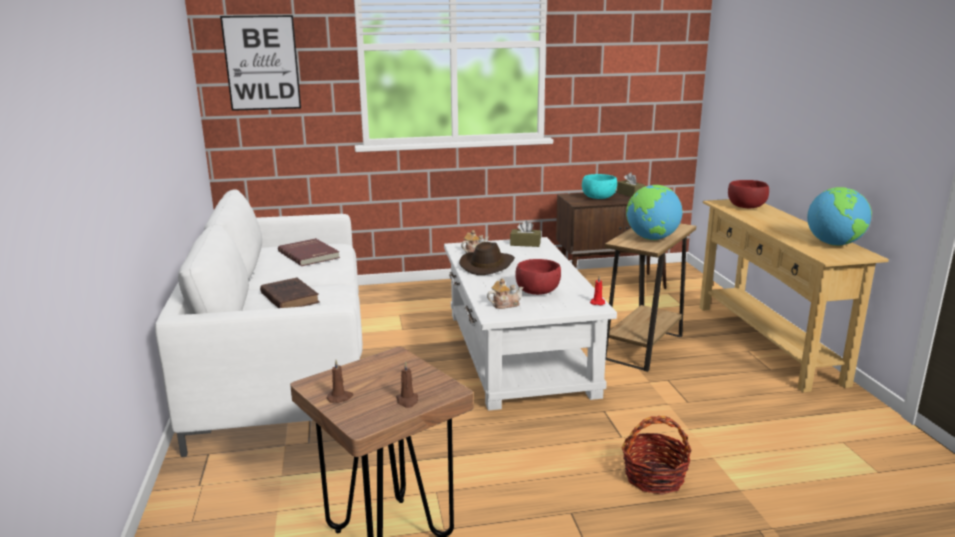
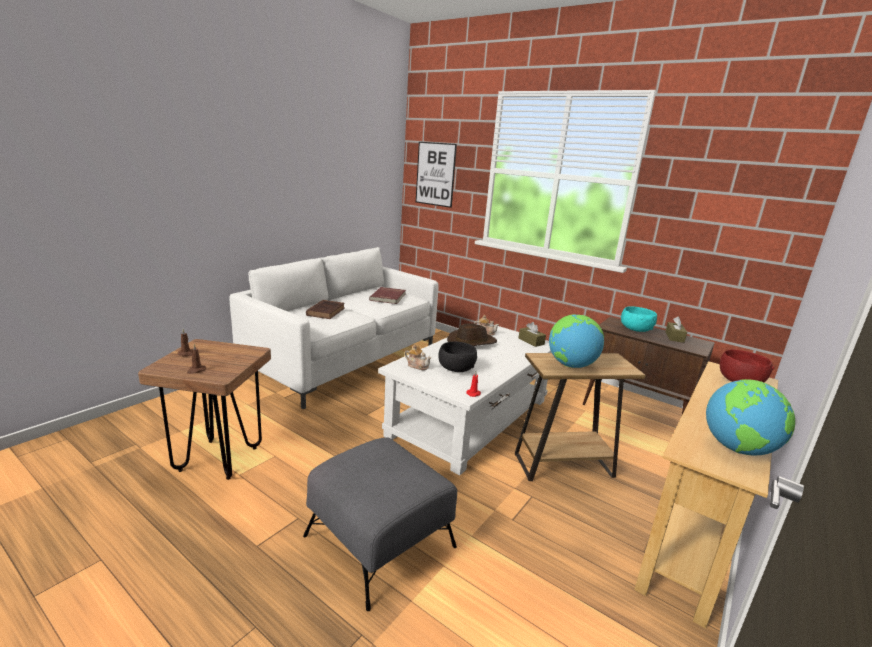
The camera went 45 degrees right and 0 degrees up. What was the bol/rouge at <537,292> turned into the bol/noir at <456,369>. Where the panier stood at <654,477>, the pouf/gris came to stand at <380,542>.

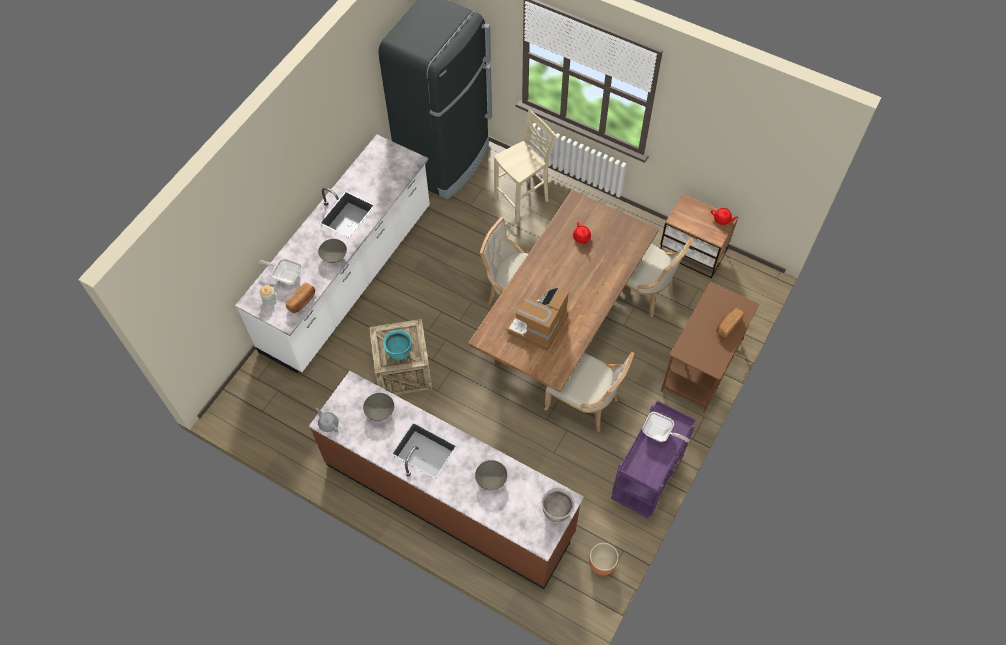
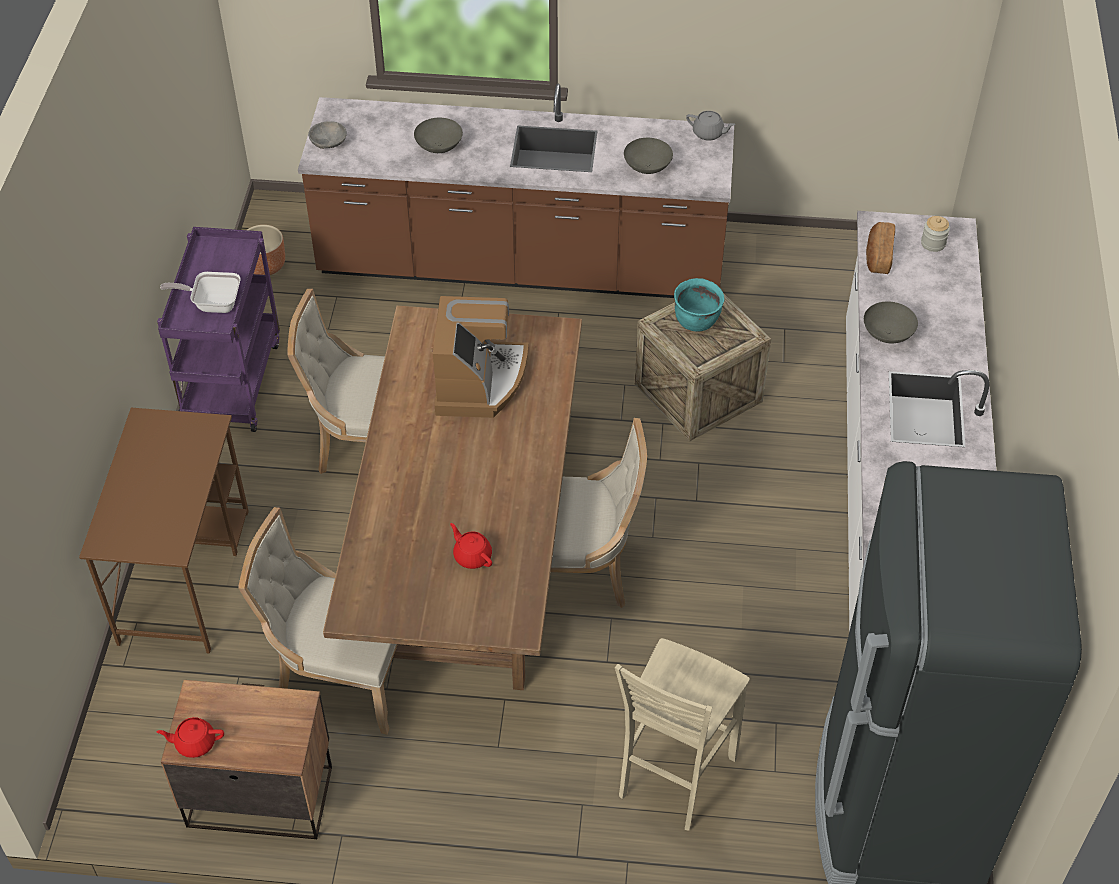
The camera went 155 degrees right and 10 degrees down. The second view lost the poêle at <286,275>. The second view lost the pain at <728,325>. Where the marmite/marron stood at <557,511>, the bol/gris came to stand at <329,144>.

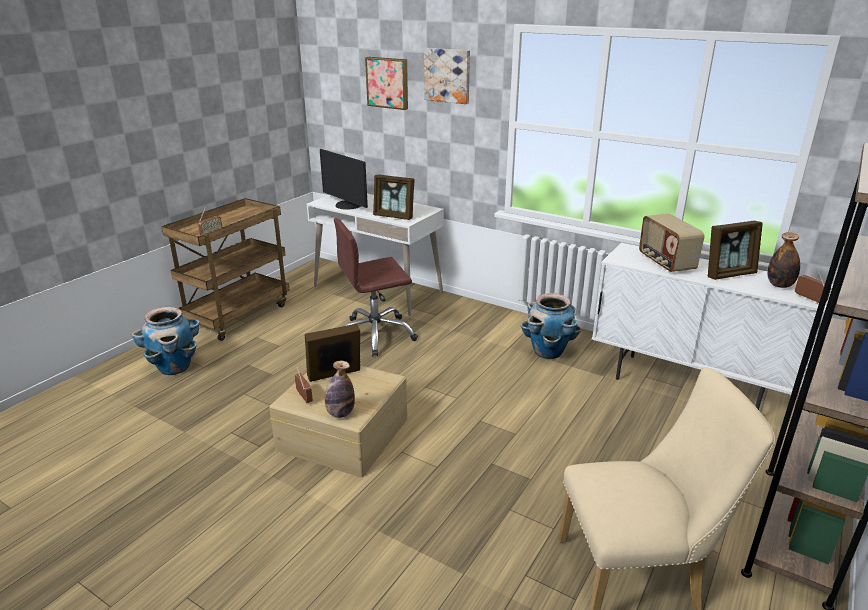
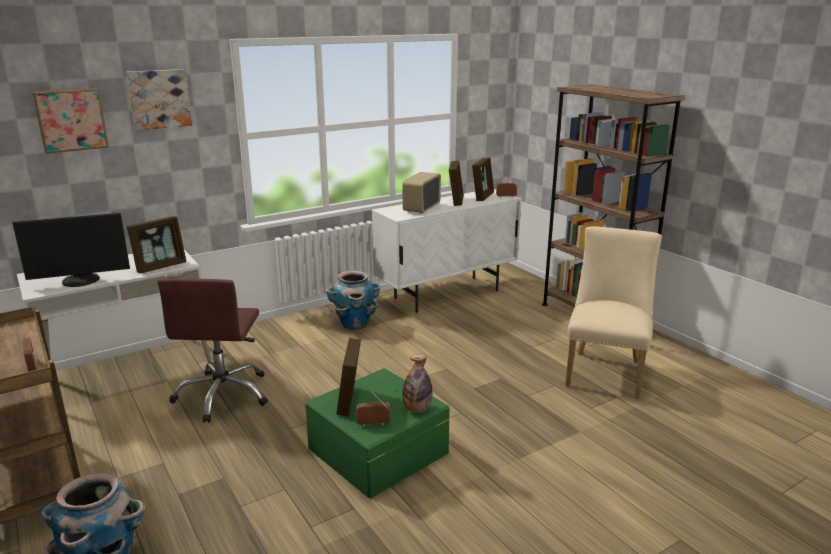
The camera went 65 degrees left and 5 degrees down. The radio at <665,263> ended up facing another way, 105 degrees clockwise from before. Where the bouteille stood at <779,285>, the cadre photo came to stand at <482,196>. What was the boîte de rangement/beige at <342,433> turned into the boîte de rangement/vert at <377,450>.

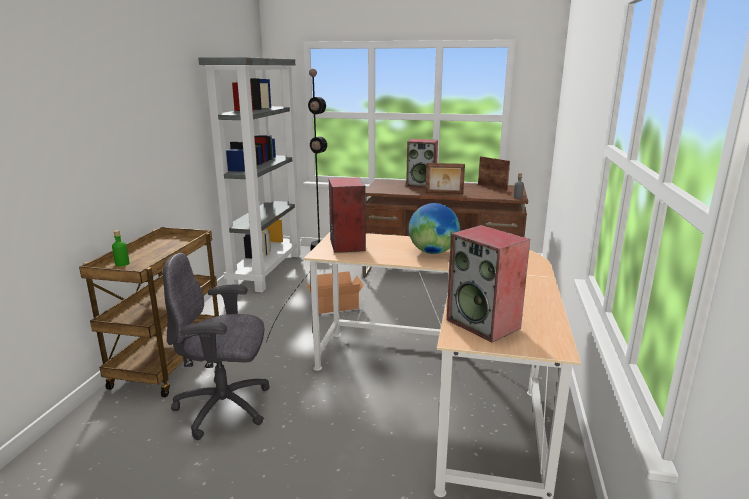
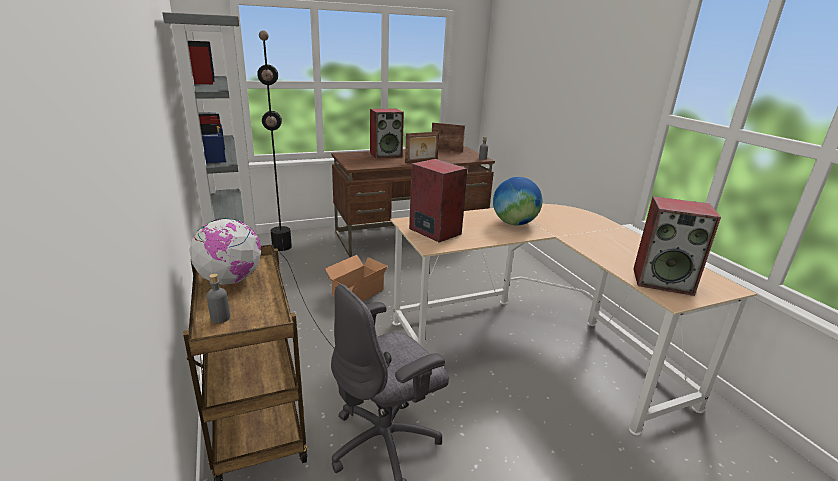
The camera went 35 degrees left and 5 degrees up. What was the bouteille/vert at <122,264> turned into the bouteille/gris at <220,318>. The second view gained the globe at <230,280>.

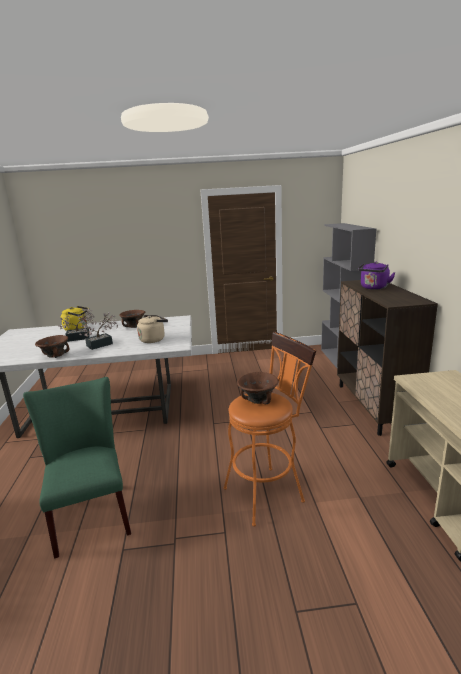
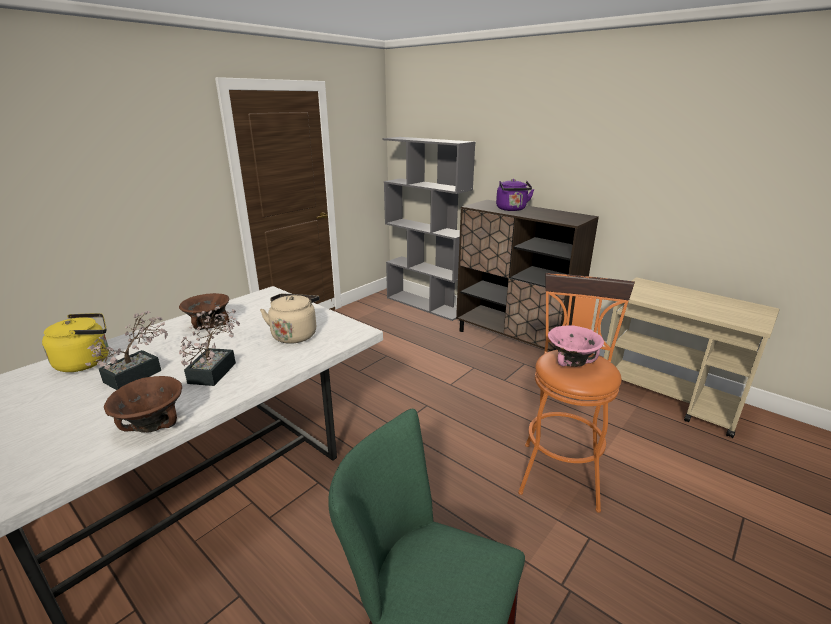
The camera went 45 degrees left and 5 degrees up. What was the bol/marron at <258,400> turned into the bol/rose at <571,361>.

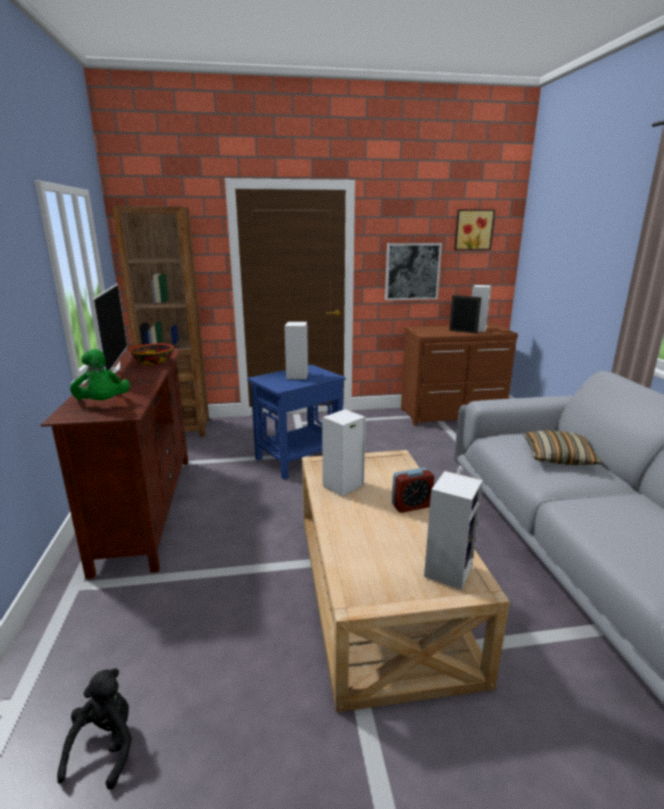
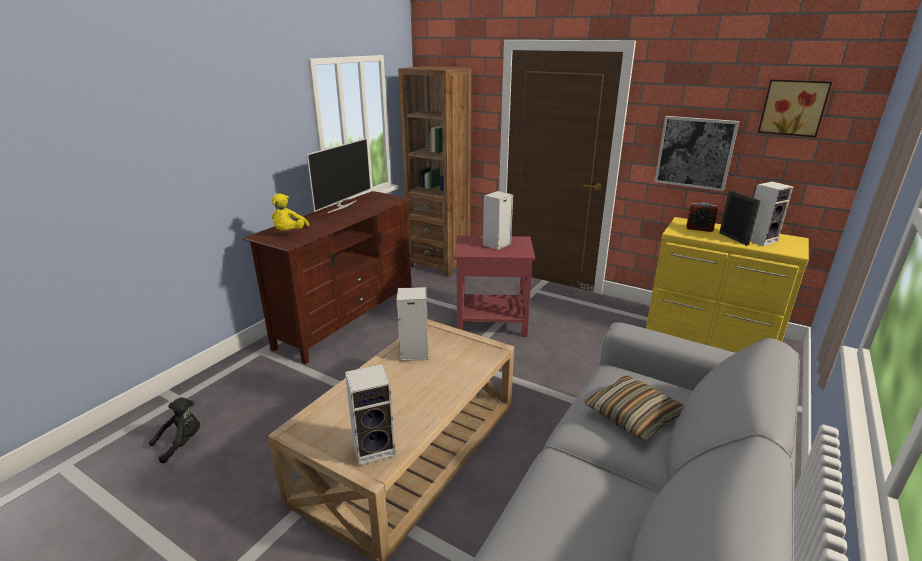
The camera went 40 degrees right and 5 degrees up. What was the commode/marron at <453,415> turned into the commode/jaune at <711,336>. The second view lost the bol at <154,362>. What was the peluche/vert at <103,404> turned into the peluche/jaune at <289,233>. What was the table d'appoint/bleu at <298,458> turned into the table d'appoint/rouge at <491,322>. The réveil ended up elsewhere, having gone from <411,506> to <699,229>.

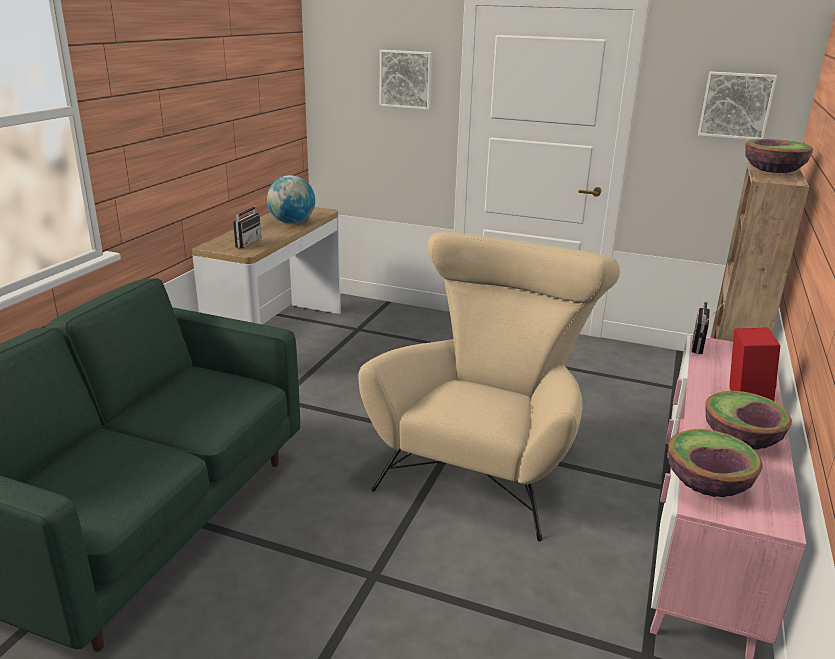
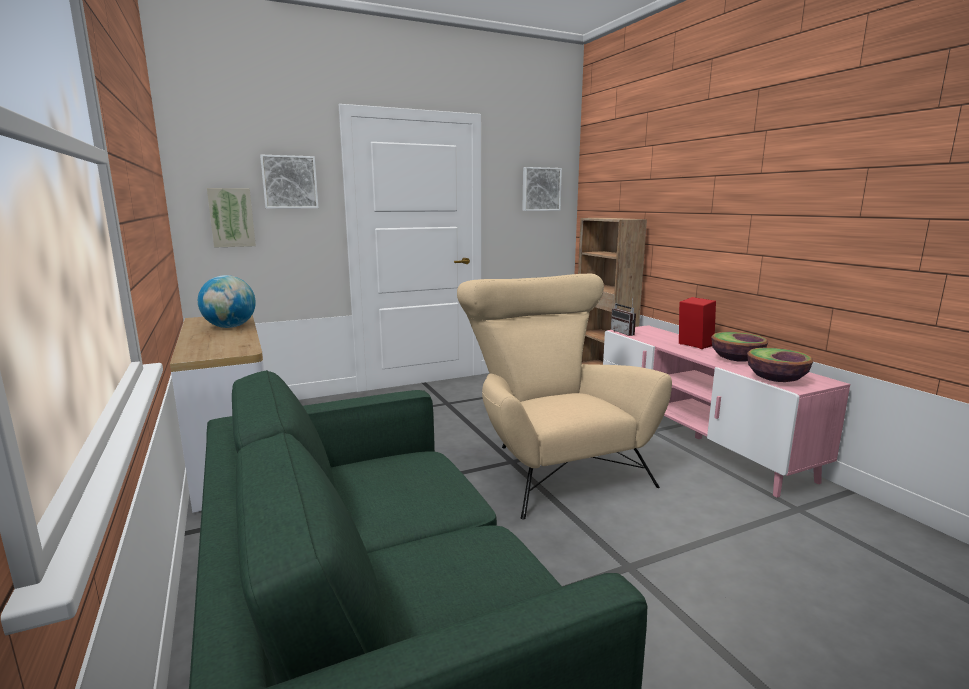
The camera went 45 degrees left and 10 degrees down. The second view lost the bol at <773,172>. The second view lost the radio at <245,243>. The second view gained the tableau at <231,217>.

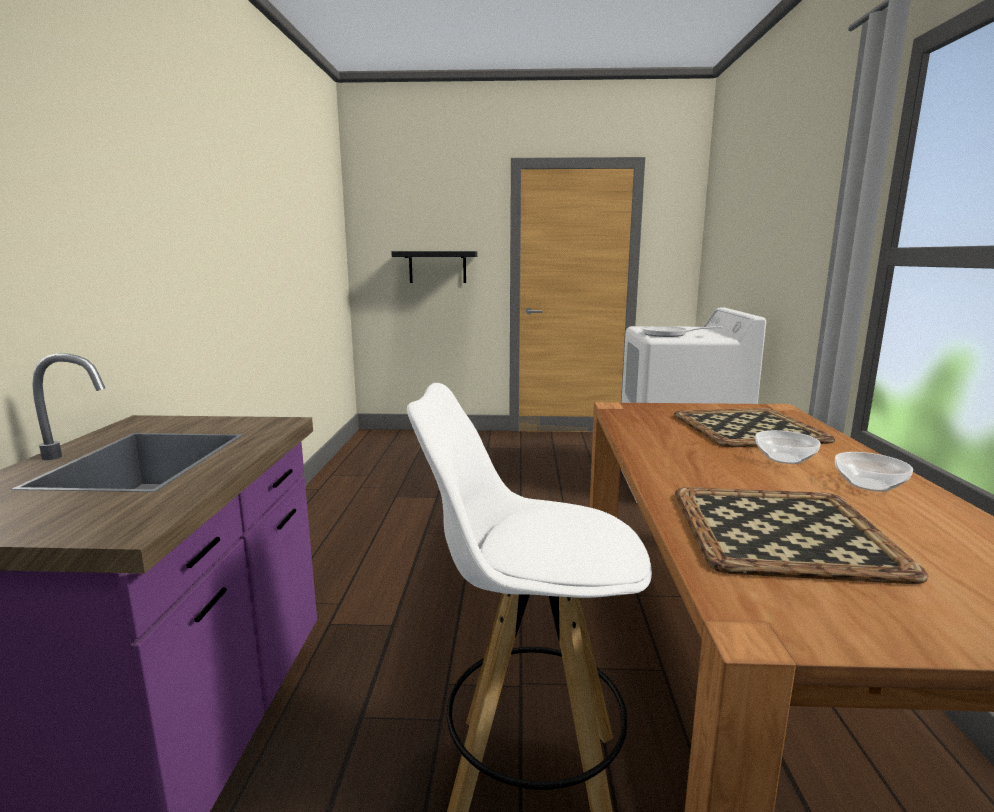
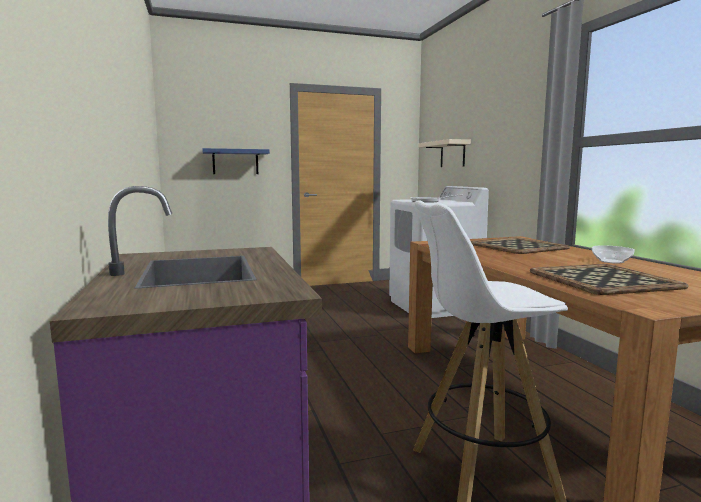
The camera went 20 degrees left and 5 degrees down. What was the étagère/noir at <437,267> turned into the étagère/bleu at <235,162>. The second view lost the bol at <785,459>. The second view gained the étagère/beige at <452,154>.

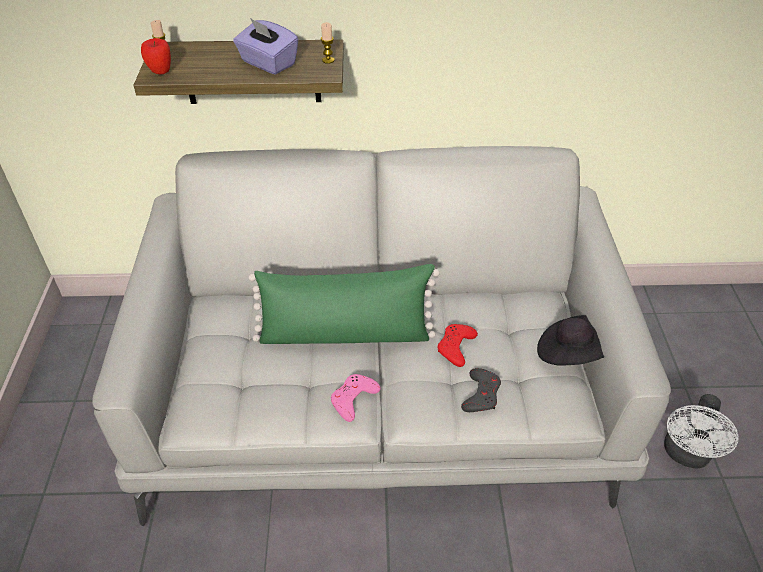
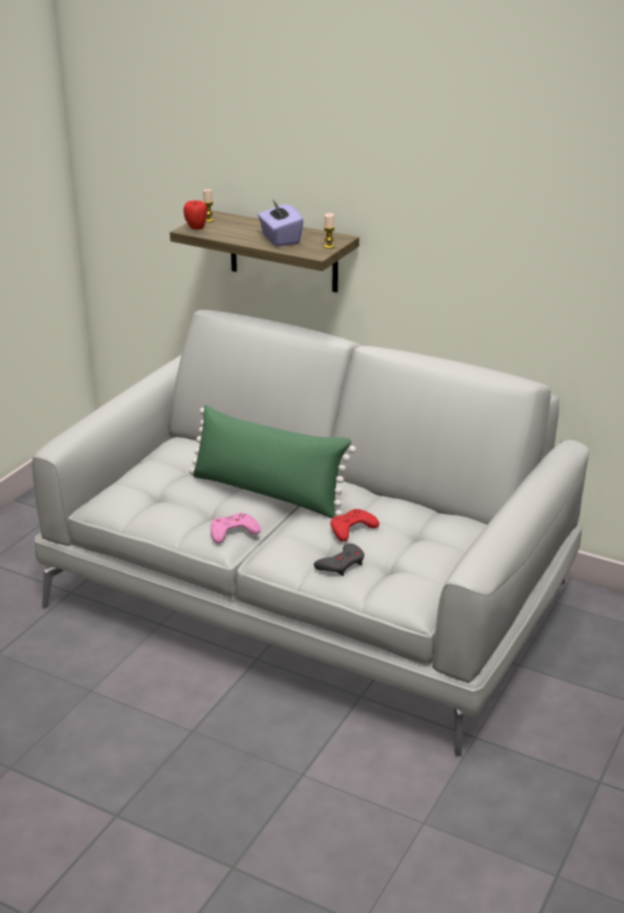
The camera went 30 degrees right and 15 degrees down. The second view lost the chapeau/noir at <570,353>. The second view lost the ventilateur/blanc at <685,455>.

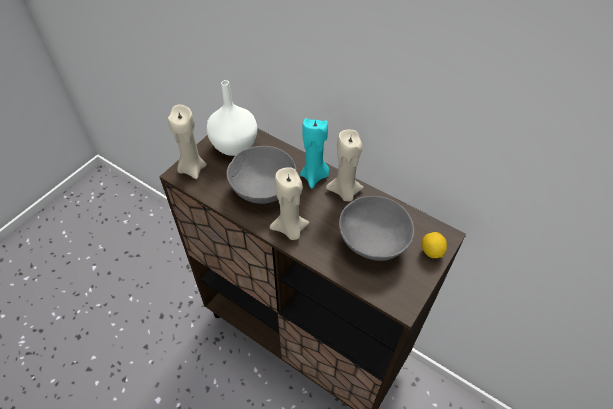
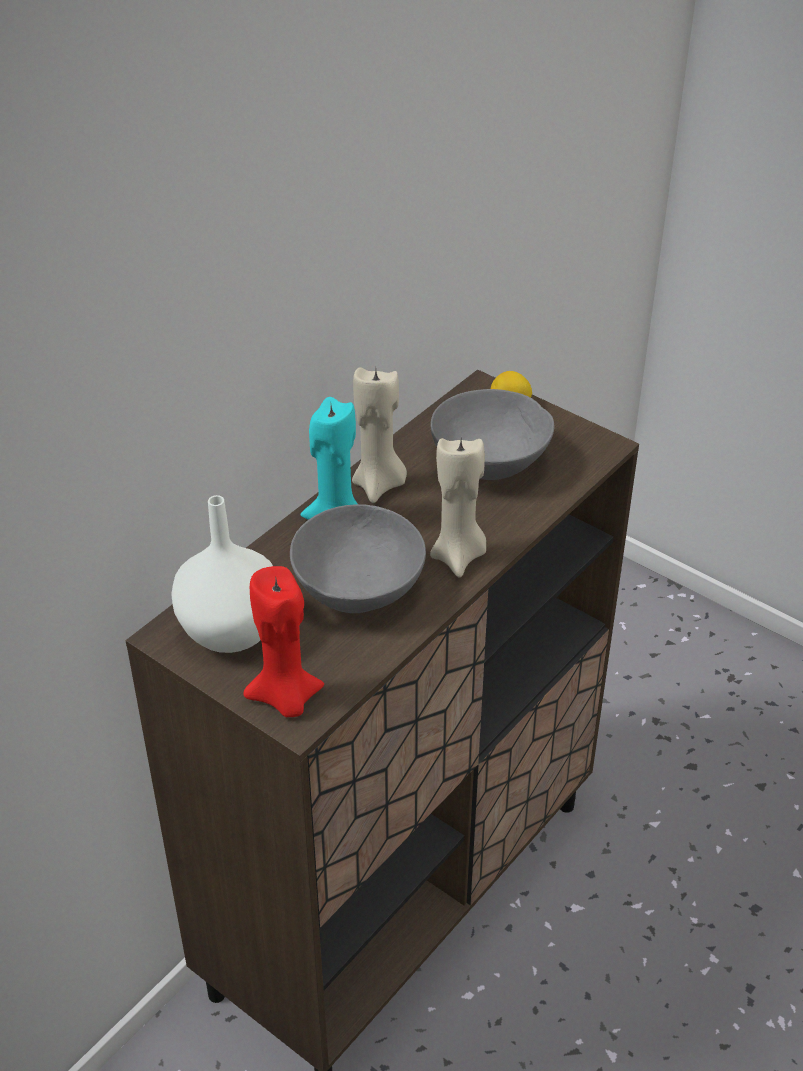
The camera went 85 degrees left and 10 degrees down. What was the bougie/beige at <192,168> turned into the bougie/rouge at <285,699>.

